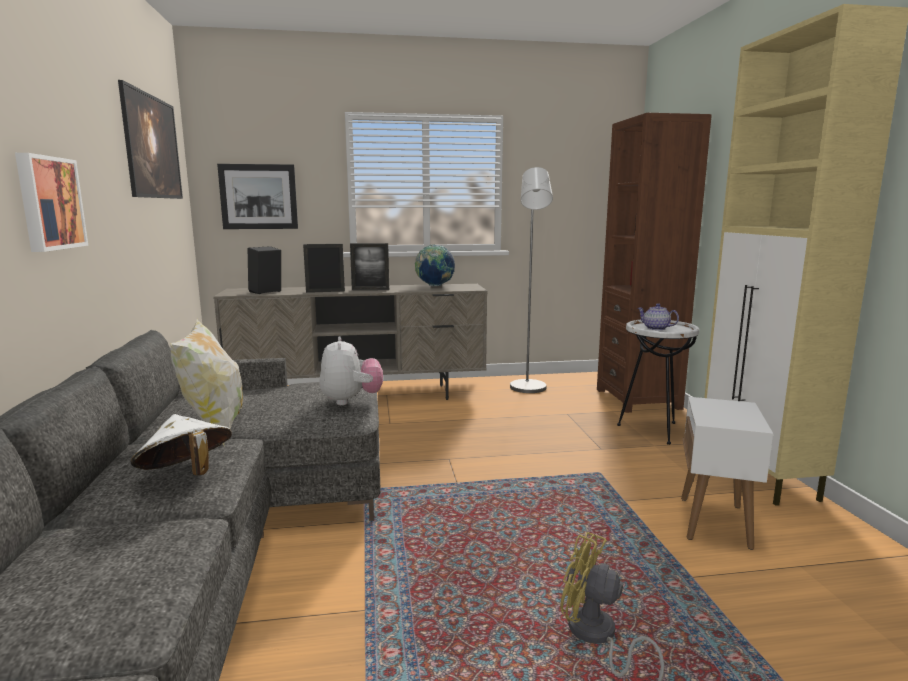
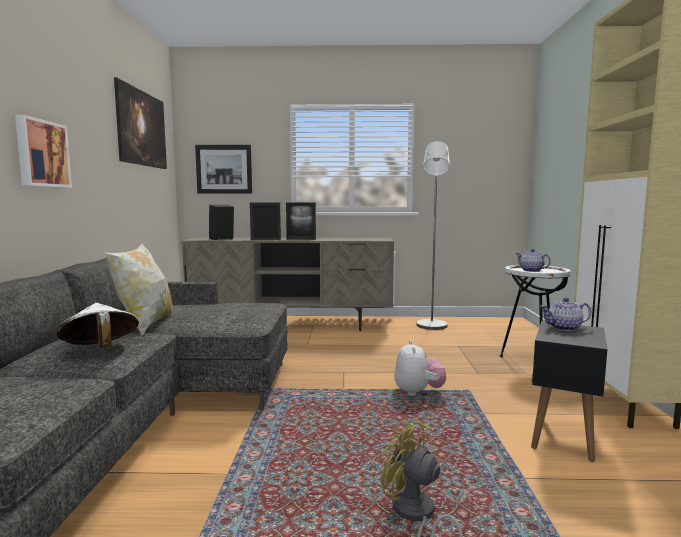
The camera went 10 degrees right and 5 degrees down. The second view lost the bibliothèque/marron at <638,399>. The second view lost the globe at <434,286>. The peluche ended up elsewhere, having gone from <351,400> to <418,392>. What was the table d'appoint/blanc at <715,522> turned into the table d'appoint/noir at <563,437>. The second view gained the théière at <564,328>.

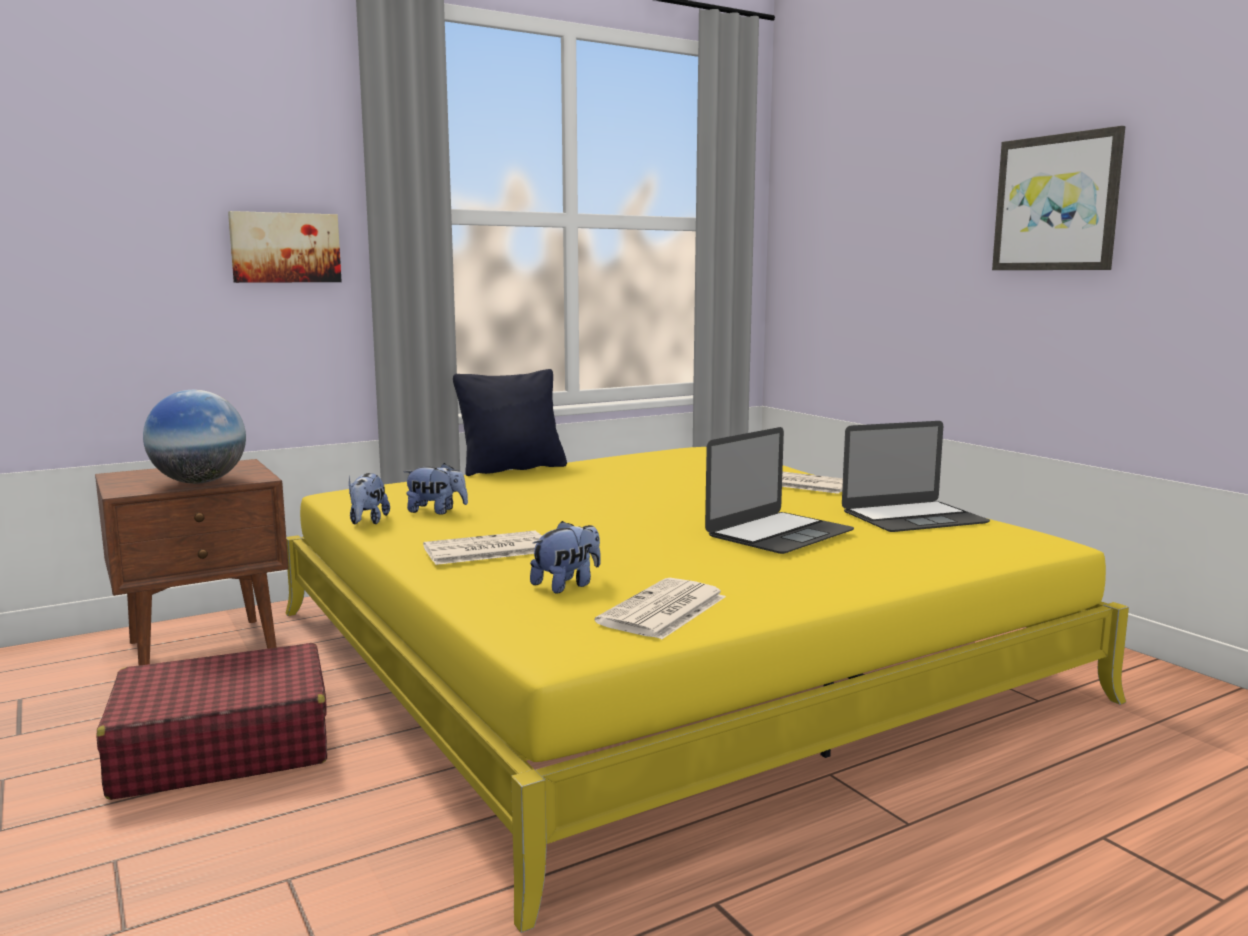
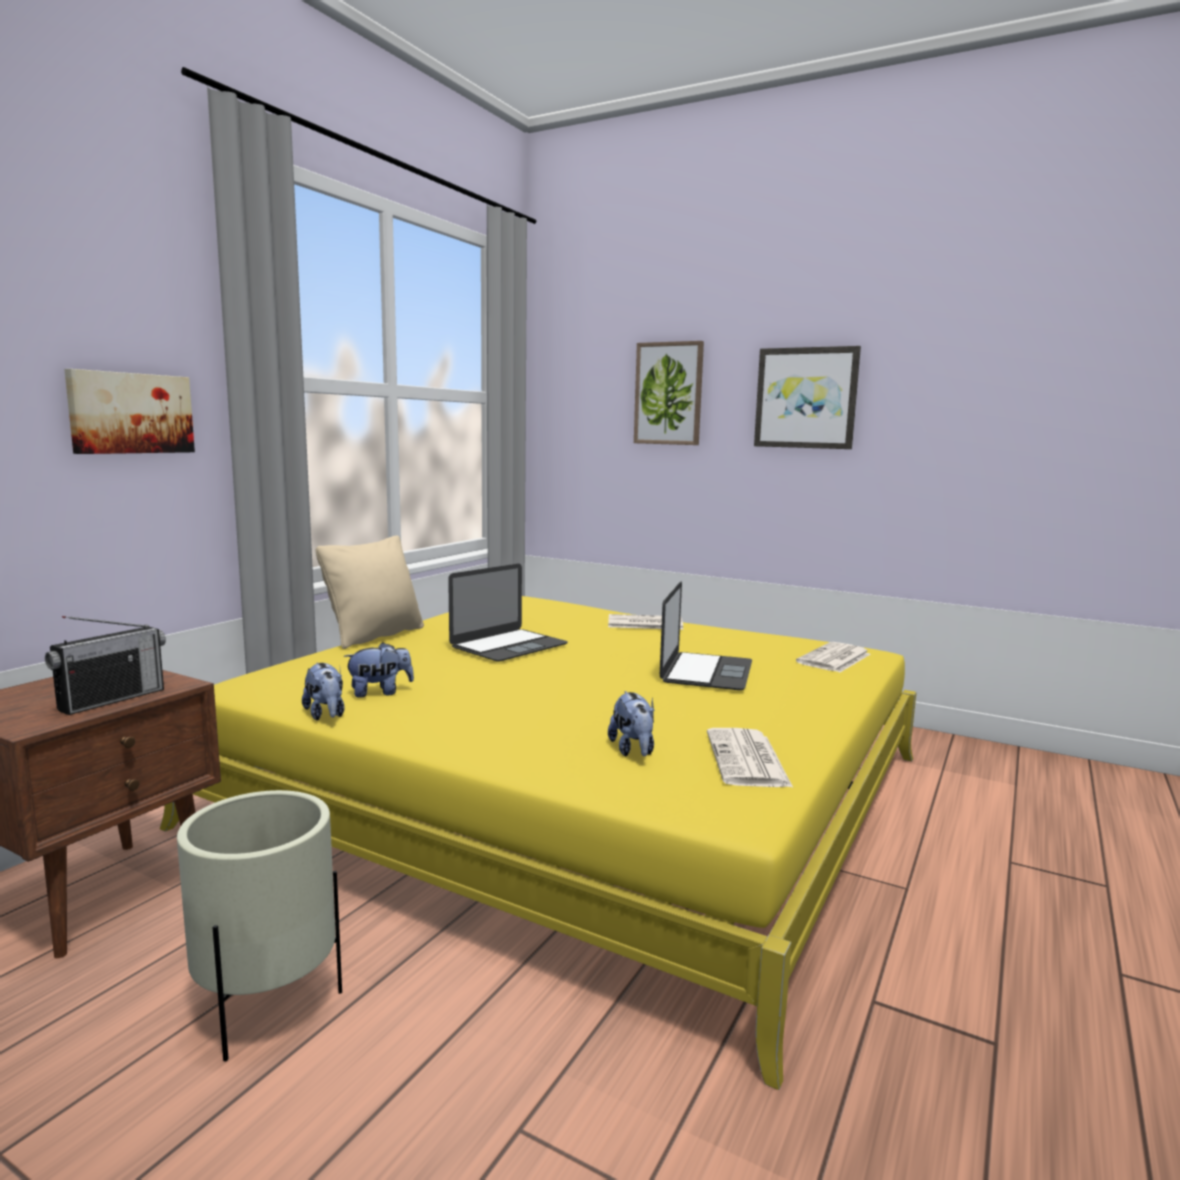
The camera went 30 degrees left and 0 degrees up. What was the coussin/noir at <512,469> turned into the coussin/beige at <375,636>. Where the globe stood at <199,482>, the radio came to stand at <112,699>. The ordinateur portable ended up elsewhere, having gone from <913,517> to <509,645>. The peluche at <567,585> ended up facing another way, 150 degrees clockwise from before. The journal ended up elsewhere, having gone from <485,550> to <834,659>. Where the valise/rouge stood at <222,747>, the cache-pot/beige came to stand at <267,1008>. The second view gained the tableau at <668,393>.

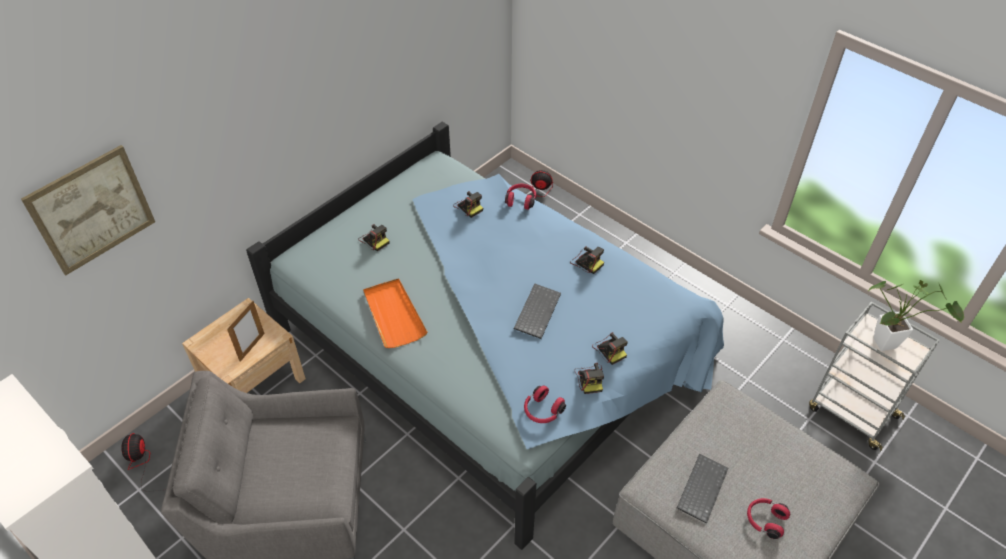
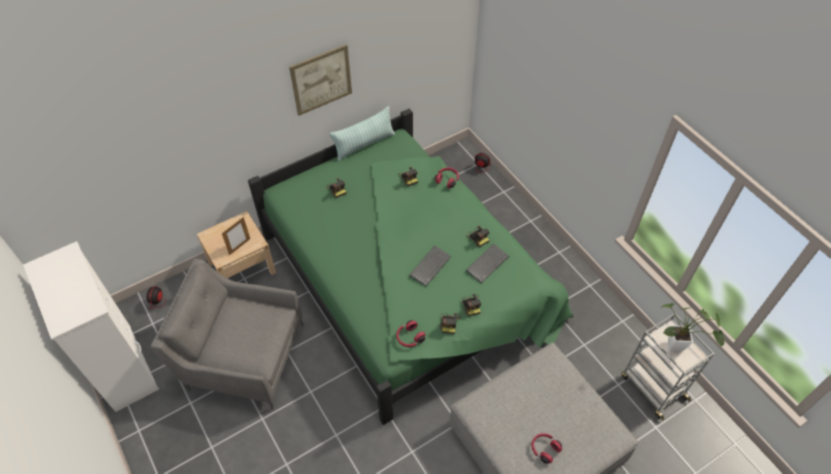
The camera went 15 degrees right and 5 degrees up. What was the lit/bleu at <494,350> turned into the lit/vert at <409,281>. The tableau ended up elsewhere, having gone from <92,210> to <321,80>. The second view lost the plateau/orange at <393,315>. The clavier ended up elsewhere, having gone from <701,487> to <487,263>. The second view gained the coussin at <364,144>.

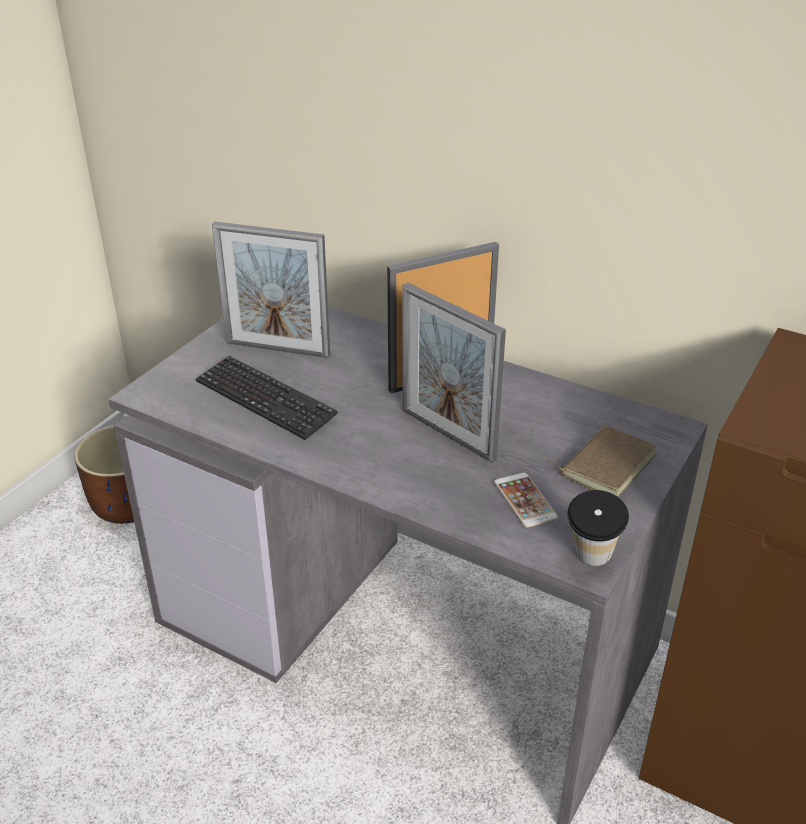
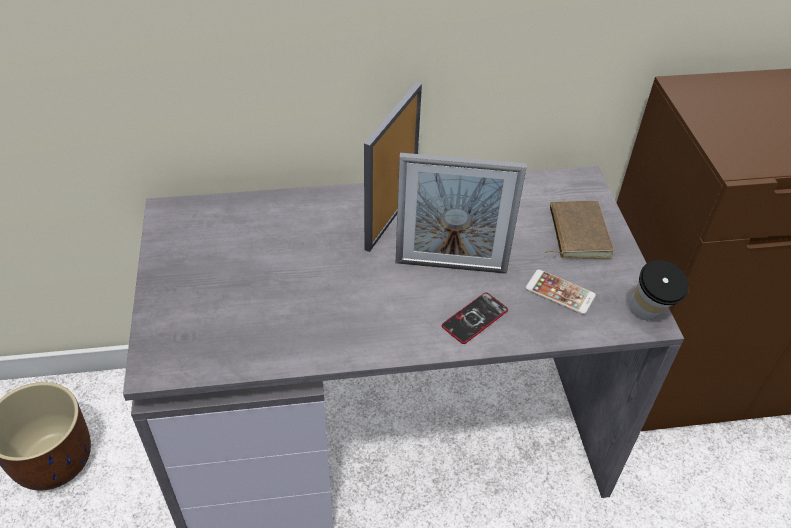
The camera went 40 degrees left and 10 degrees up. The second view lost the cadre photo at <277,349>. The second view lost the clavier at <265,399>. The second view gained the téléphone at <474,318>.

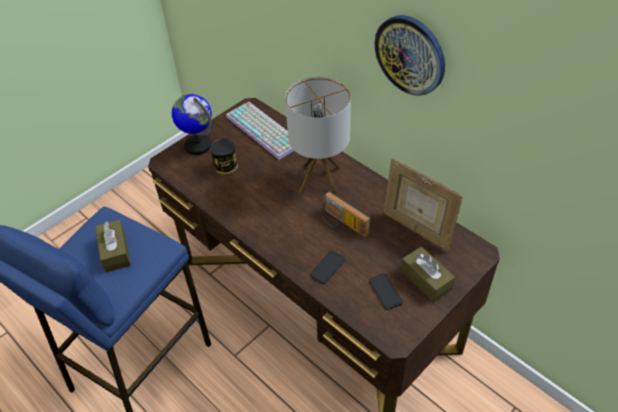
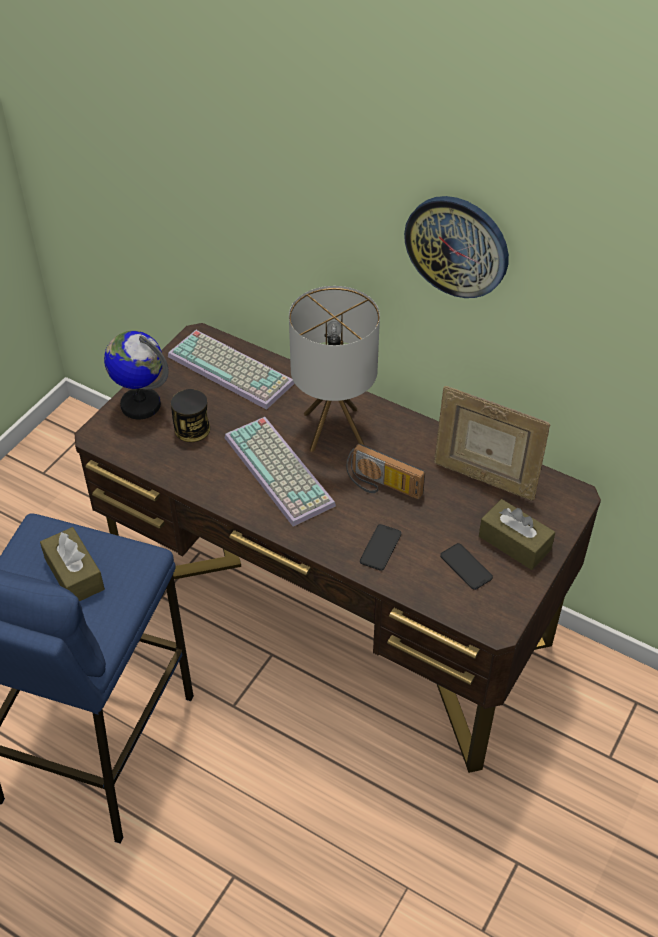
The camera went 15 degrees left and 0 degrees up. The second view gained the clavier at <281,471>.

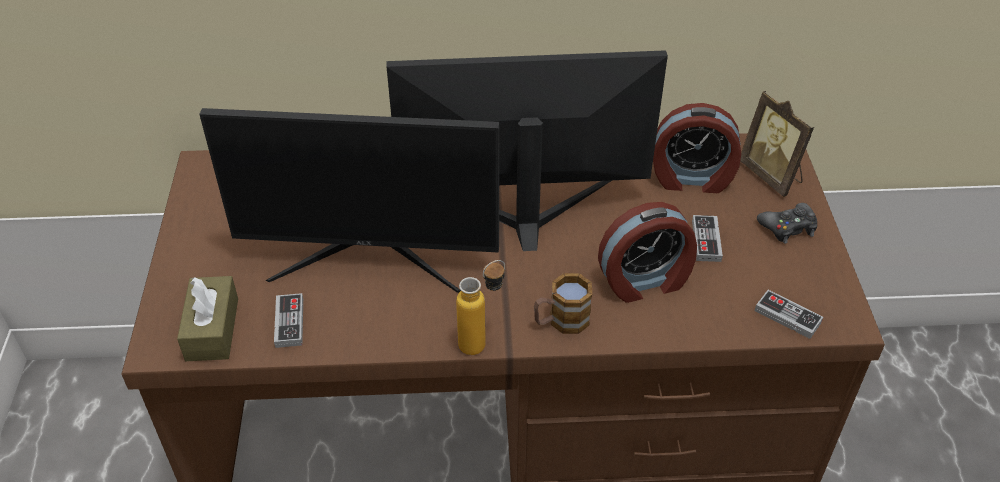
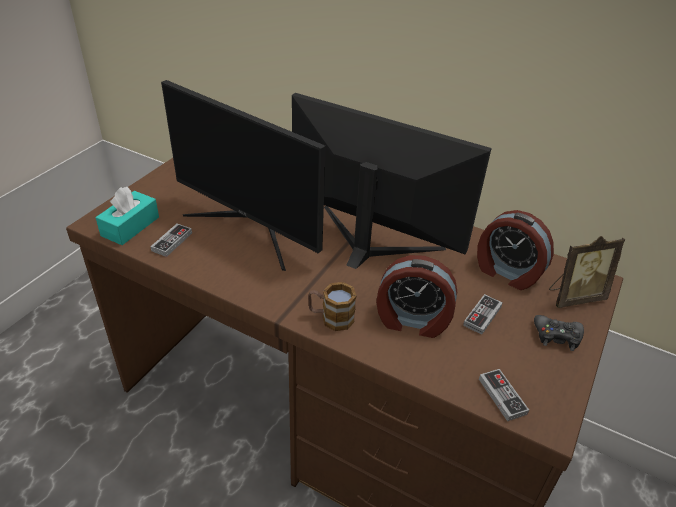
The camera went 30 degrees right and 5 degrees down. The cadre photo at <772,175> ended up facing another way, 105 degrees counterclockwise from before. The second view lost the bouteille at <482,341>. What was the boîte à mouchoirs/marron at <212,329> turned into the boîte à mouchoirs/turquoise at <130,226>.

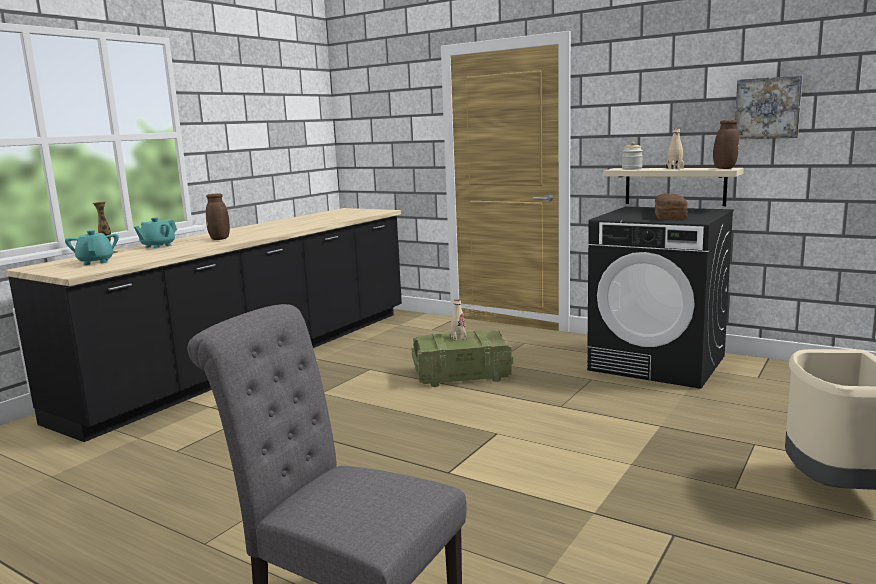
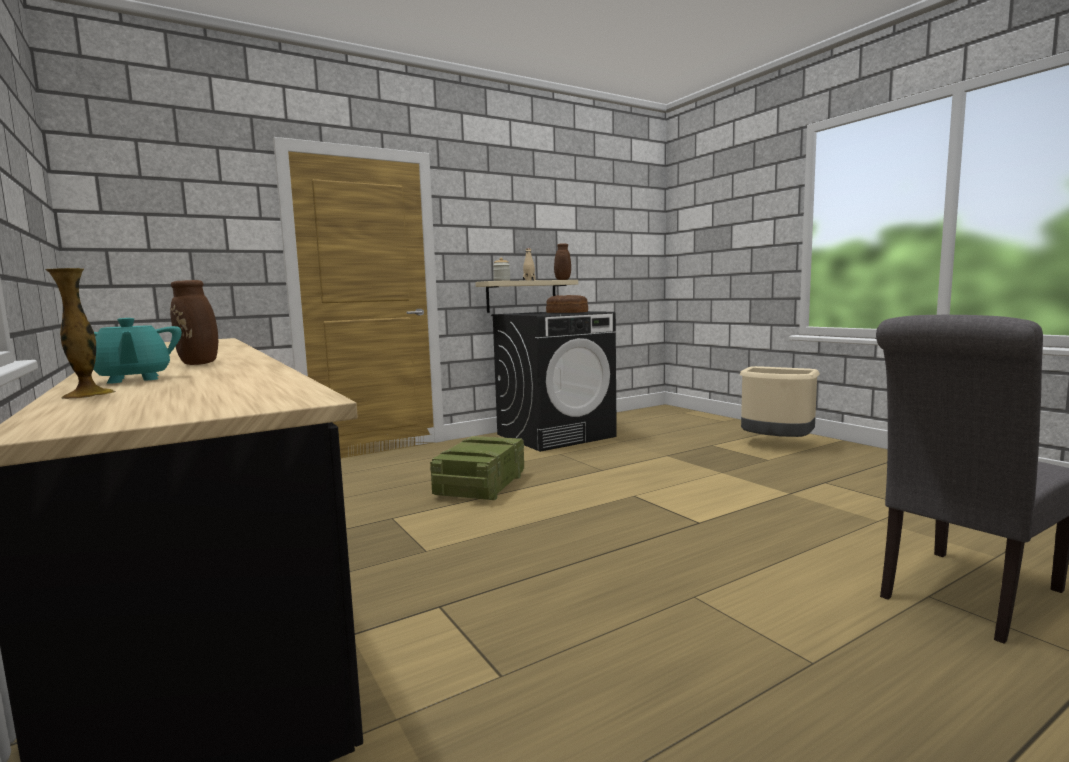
The camera went 65 degrees left and 5 degrees down. The second view lost the tableau at <768,108>. The second view lost the théière/turquoise at <96,262>. The second view lost the bouteille/beige at <458,338>.

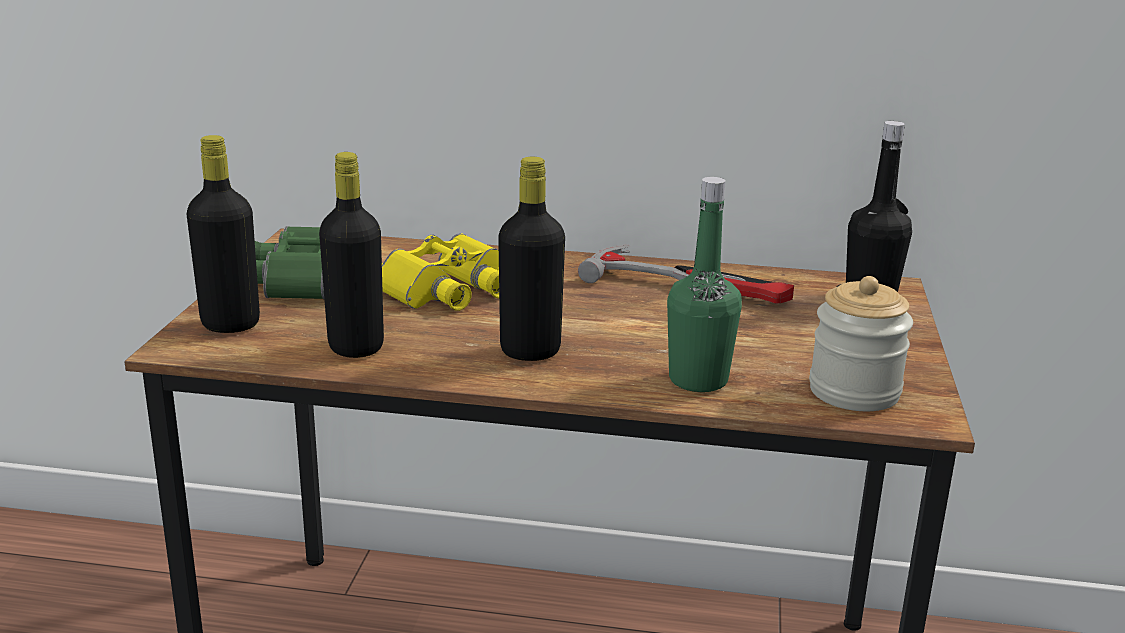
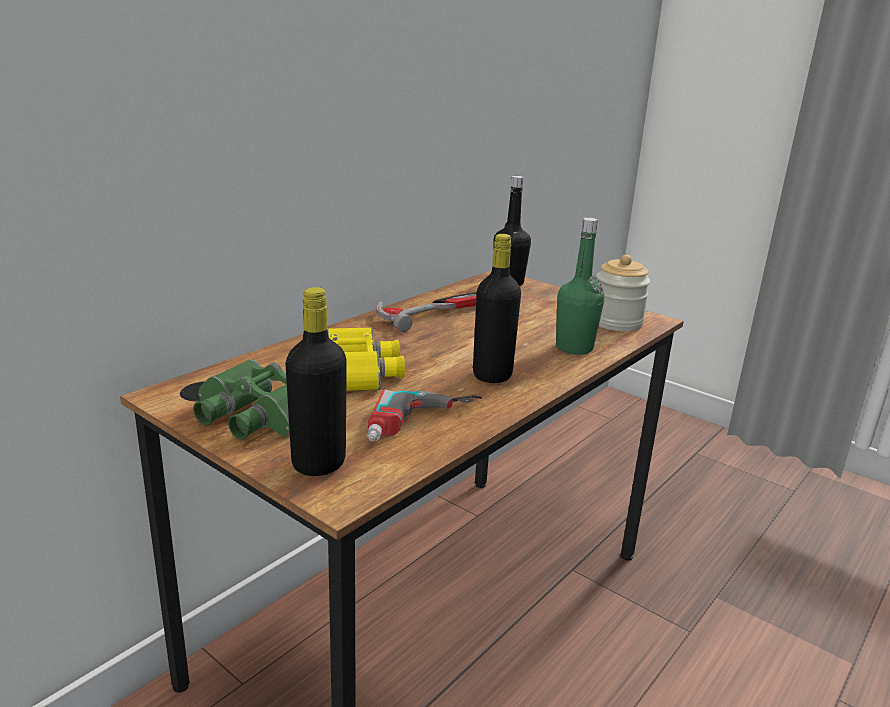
The camera went 60 degrees left and 0 degrees up. Where the bouteille/noir stood at <356,347>, the perceuse came to stand at <425,425>.

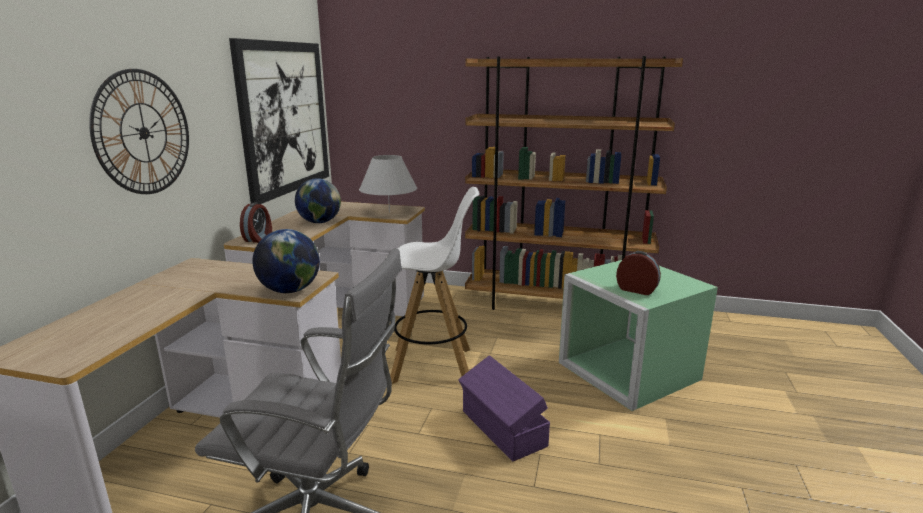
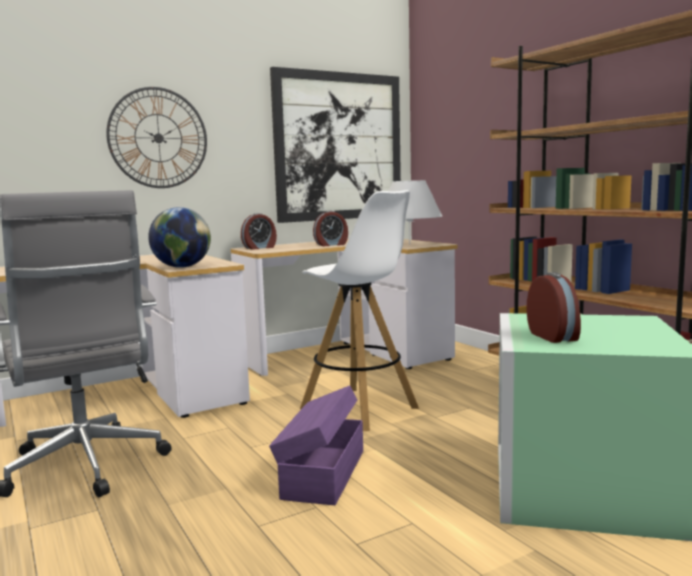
The camera went 45 degrees right and 10 degrees down. Where the globe stood at <319,222>, the réveil came to stand at <331,245>.

